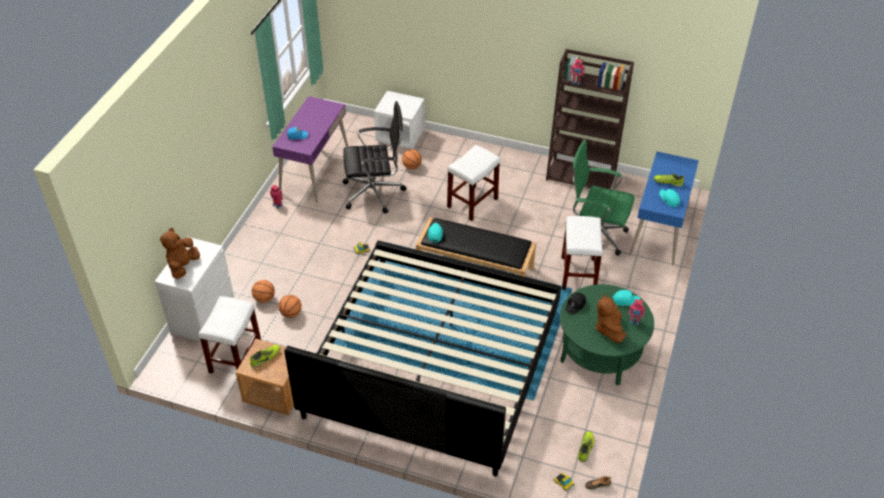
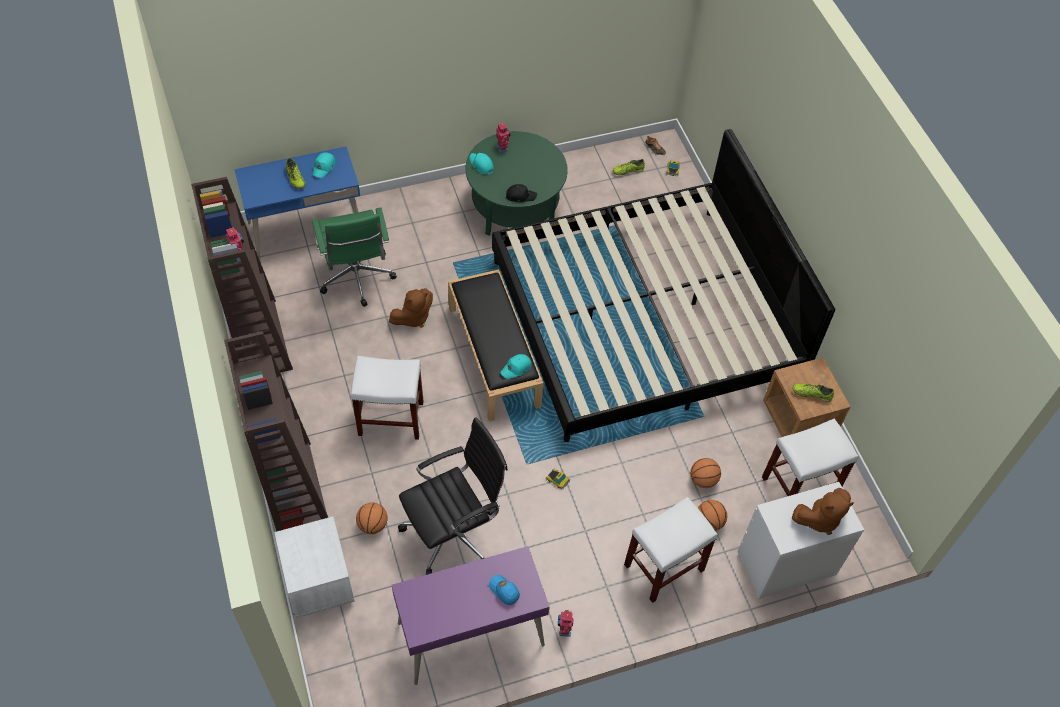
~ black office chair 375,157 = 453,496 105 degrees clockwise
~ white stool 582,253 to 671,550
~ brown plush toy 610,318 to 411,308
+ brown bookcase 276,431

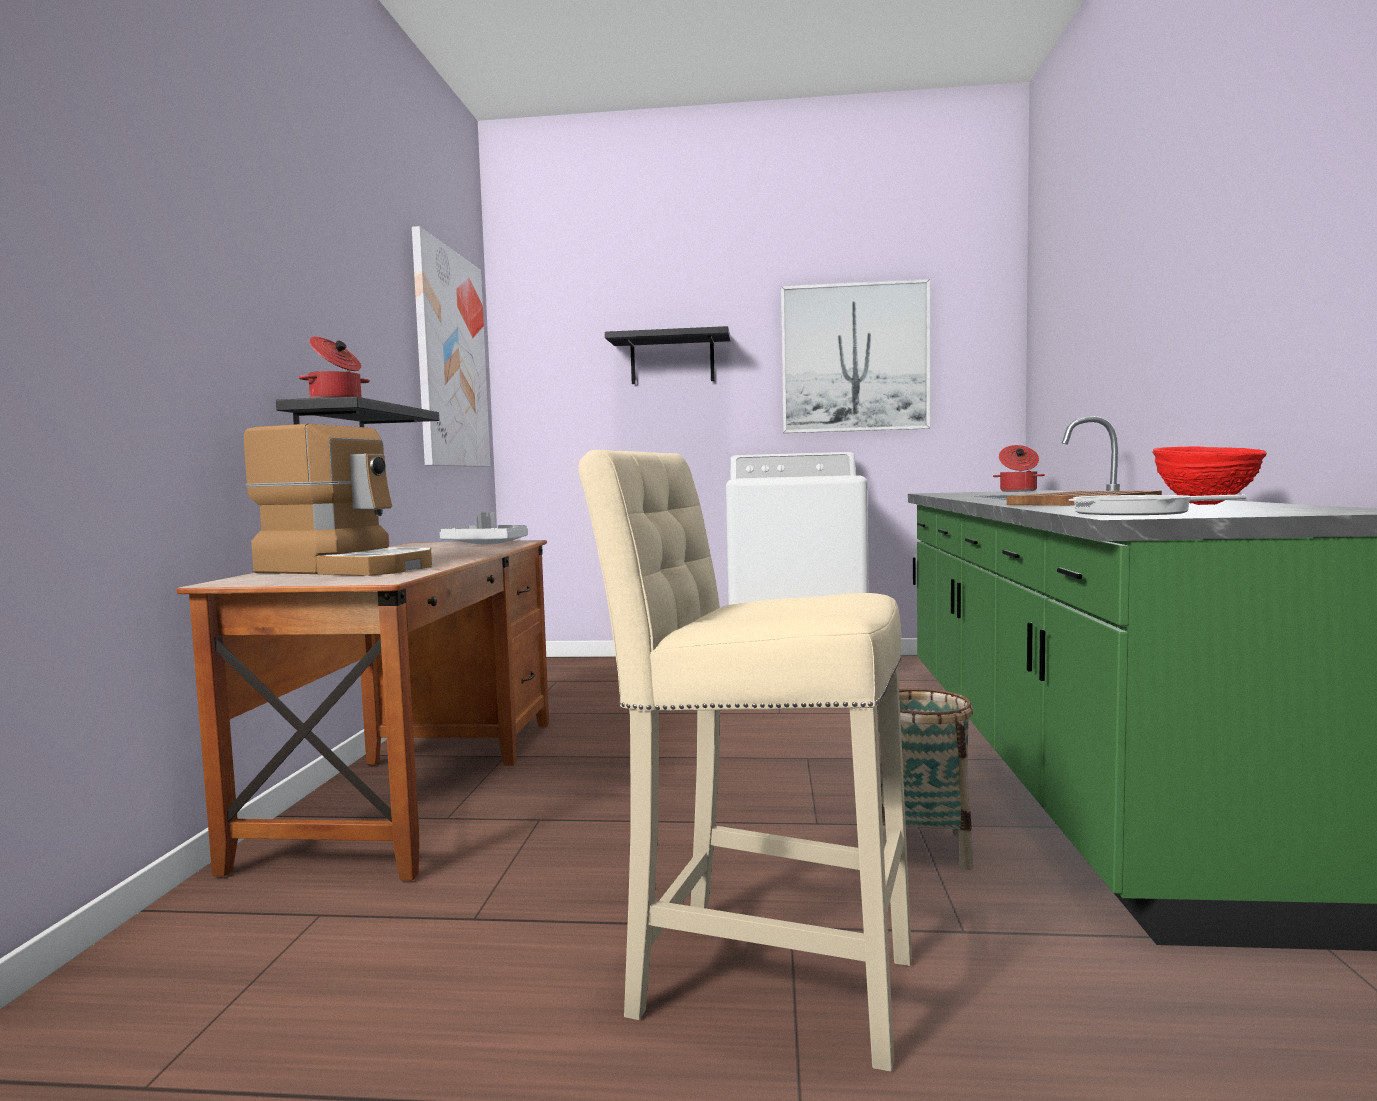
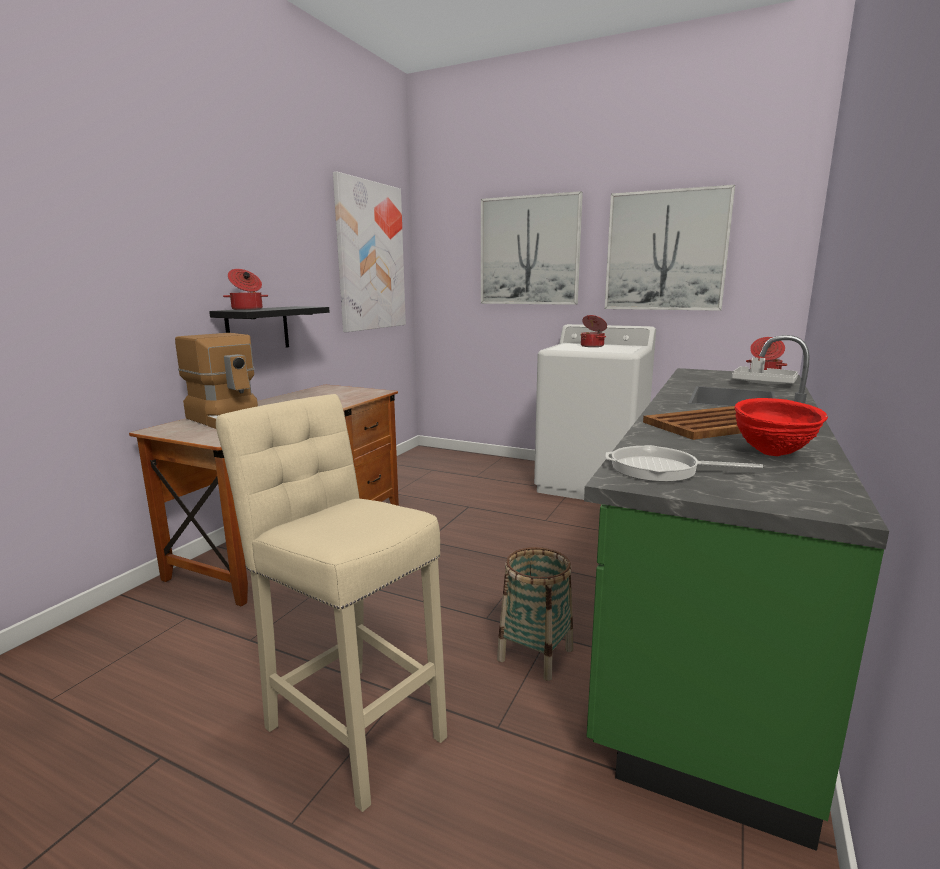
~ black shelf 668,355 to picture 532,248
~ grey tray 484,528 to 765,370
+ cooking pot 594,331

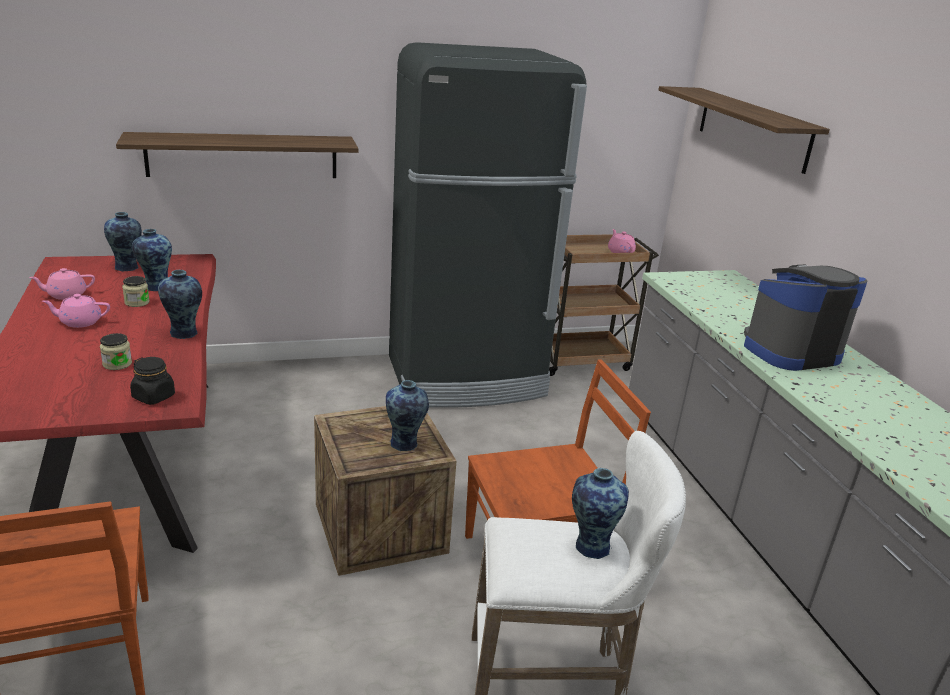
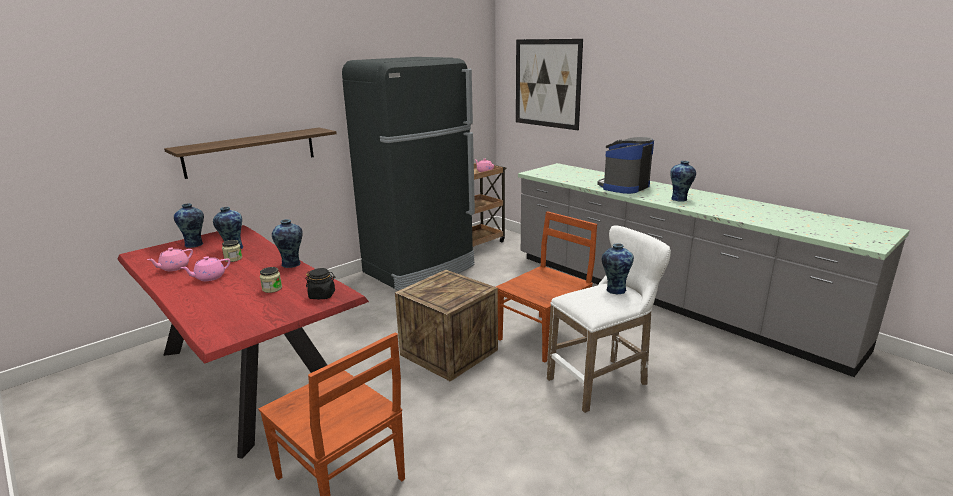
~ shelf 744,130 to picture 549,84
~ vase 407,415 to 683,181

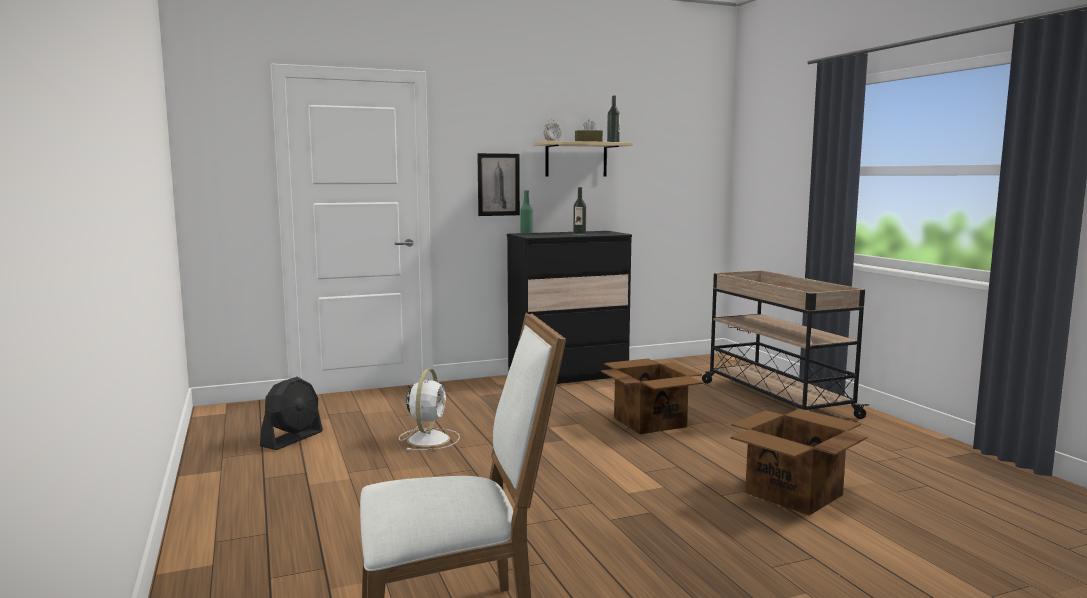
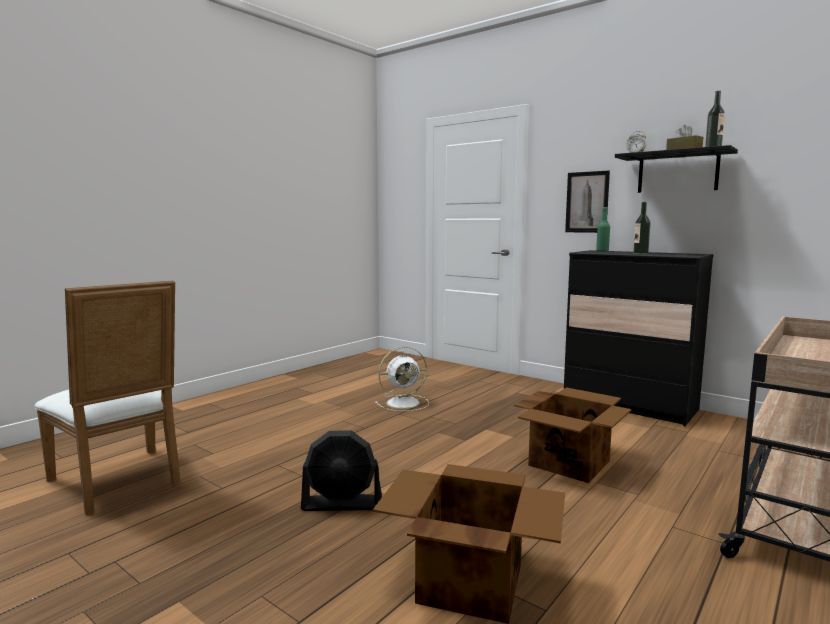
~ beige shelf 583,158 to black shelf 676,169
~ black fan 291,413 to 341,470

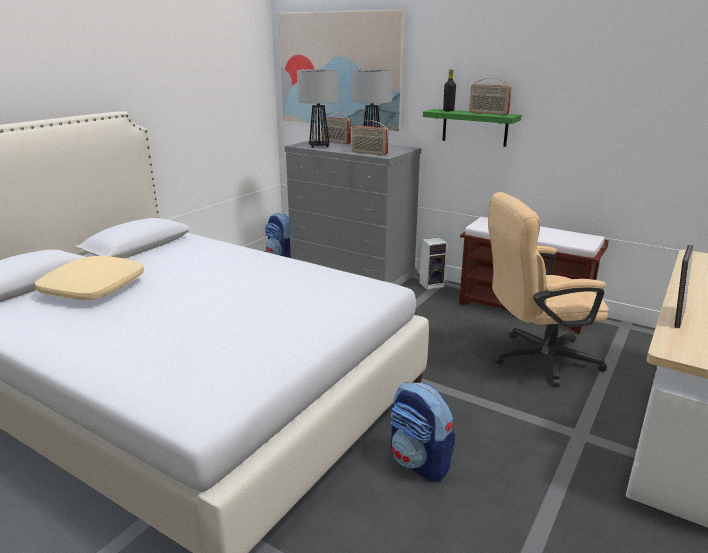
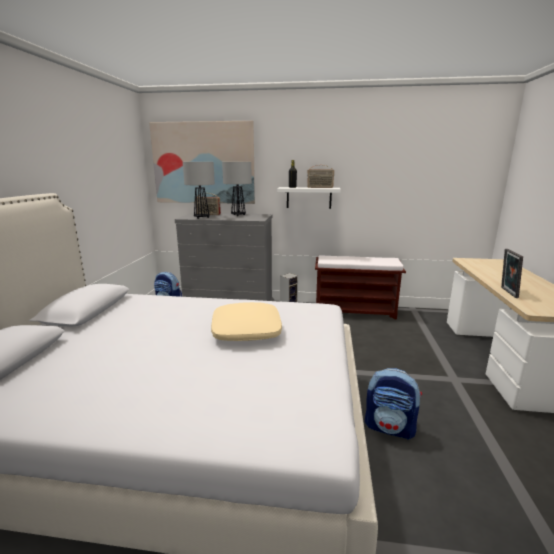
~ green shelf 472,128 to white shelf 308,198
- radio 370,137
- beige office chair 548,289
~ beige pillow 89,278 to 246,321

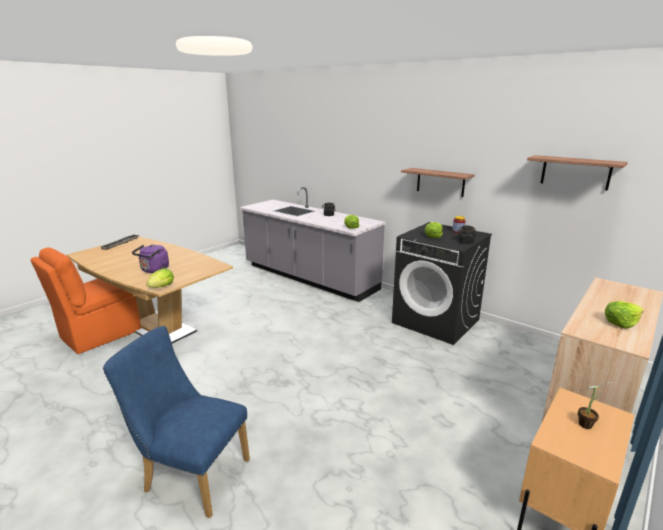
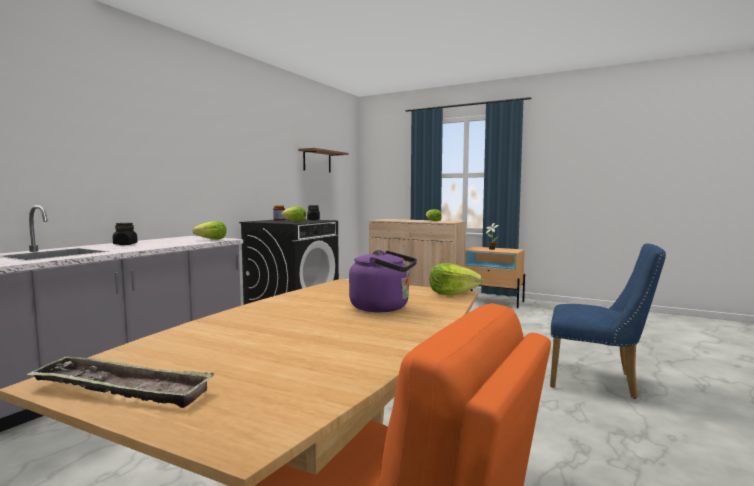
- shelf 438,182
~ blue chair 176,422 = 608,321 75 degrees counterclockwise

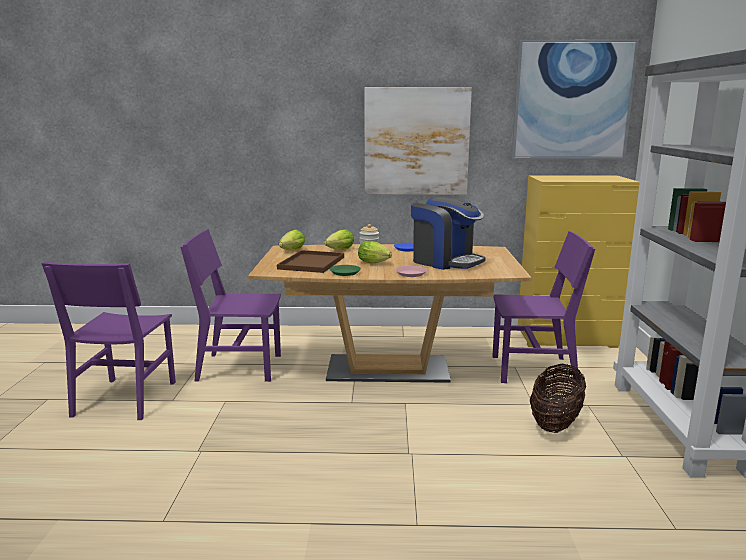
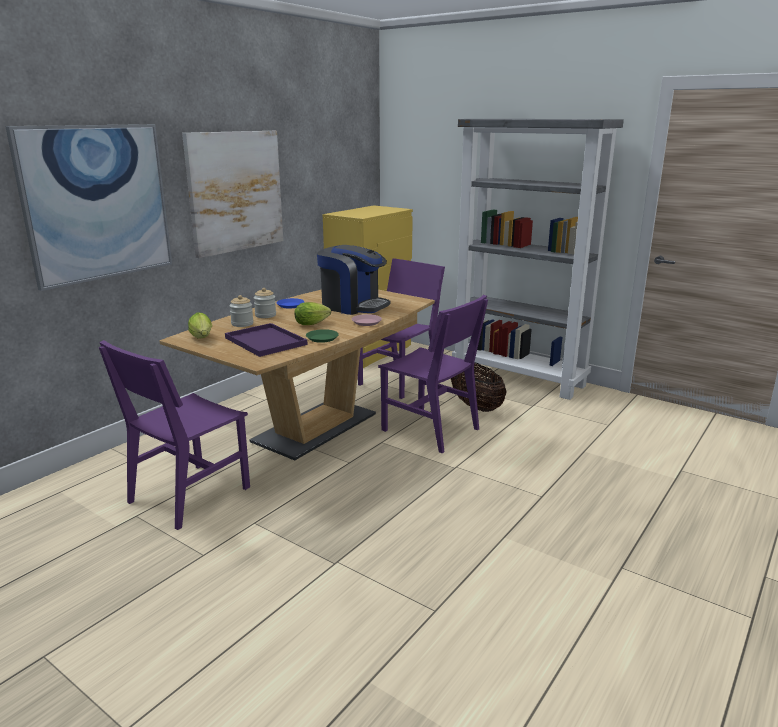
~ picture 575,99 to 88,207
~ coffee machine 448,233 = 353,280 45 degrees clockwise
~ lettuce 339,239 to jar 241,311
~ brown tray 310,261 to purple tray 266,340
~ purple chair 108,340 to 433,374

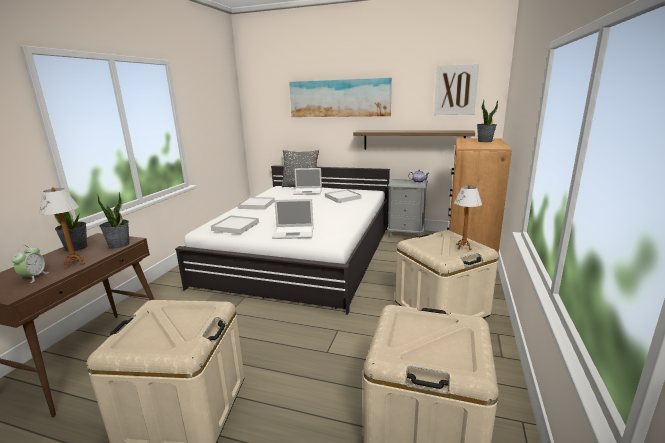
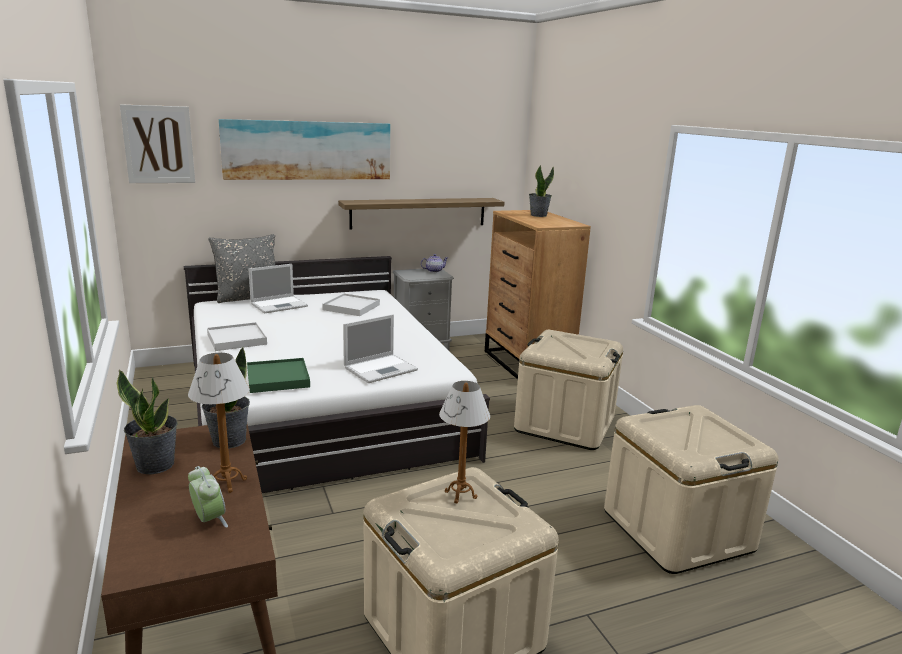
~ picture 456,89 to 157,143
~ table lamp 468,217 to 464,442
~ white tray 235,224 to green tray 278,375

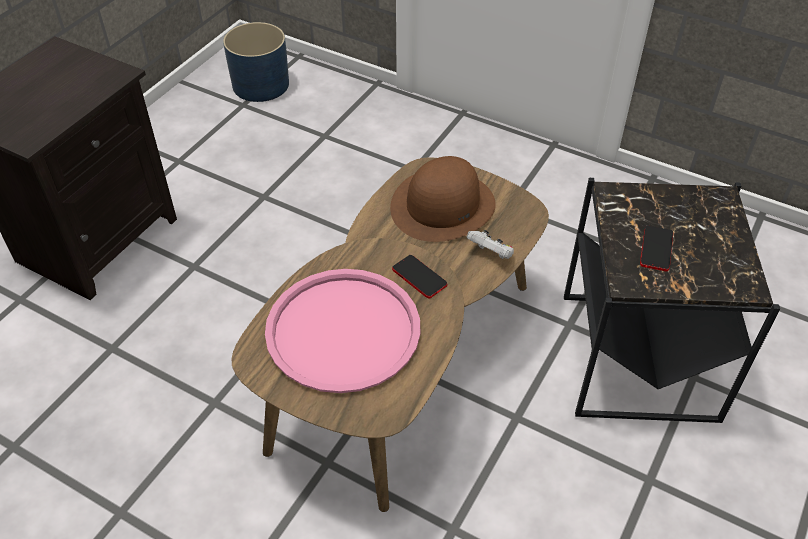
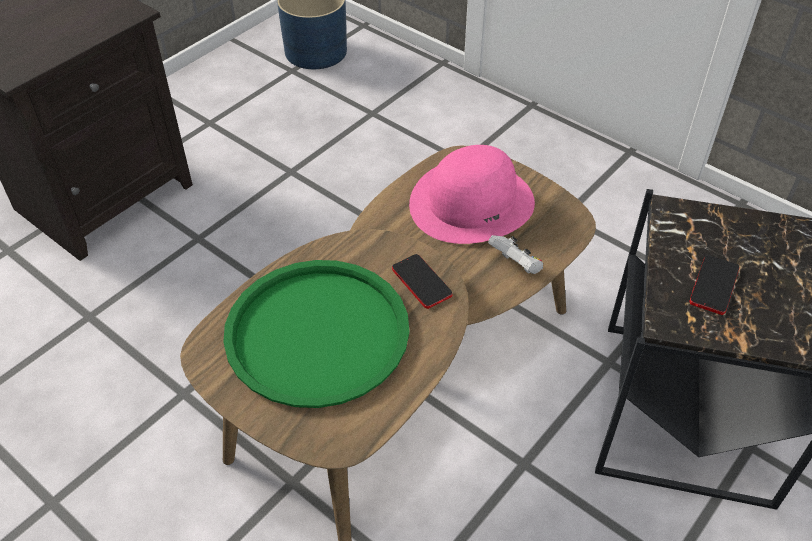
~ brown hat 443,199 to pink hat 472,194
~ pink tray 343,331 to green tray 316,334

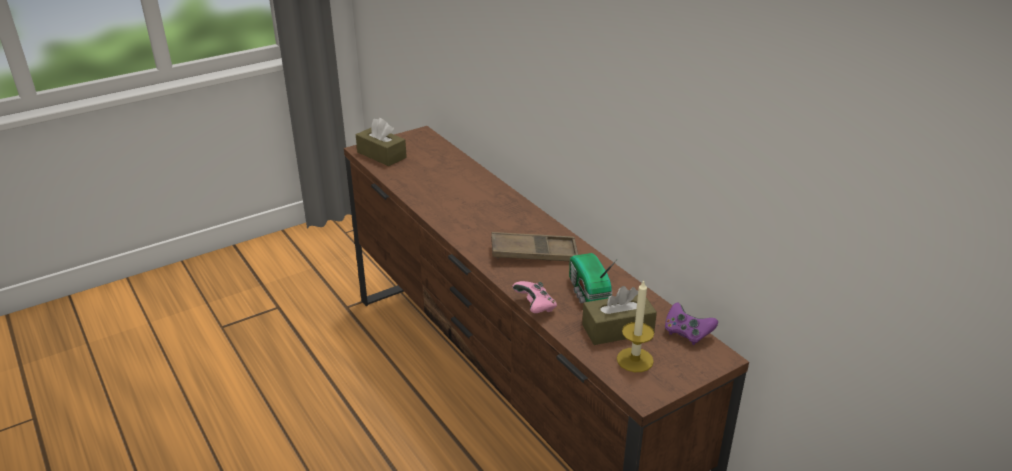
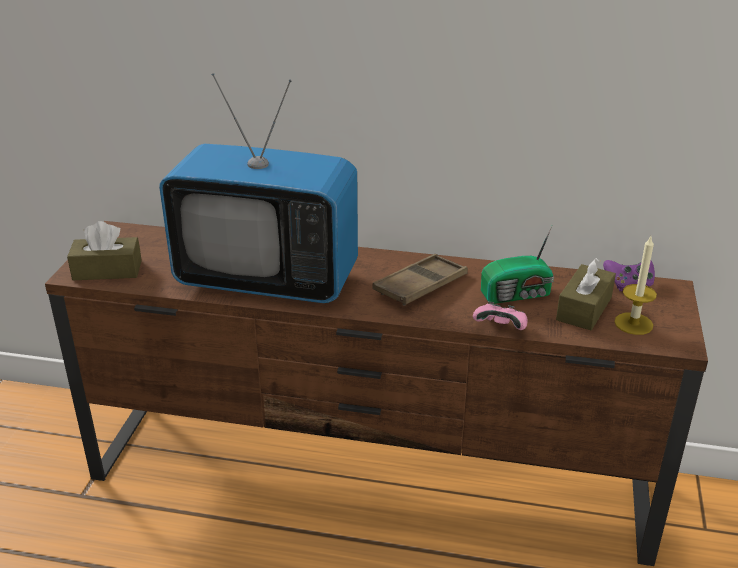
~ radio 592,278 = 517,265 45 degrees counterclockwise
+ television 258,188

